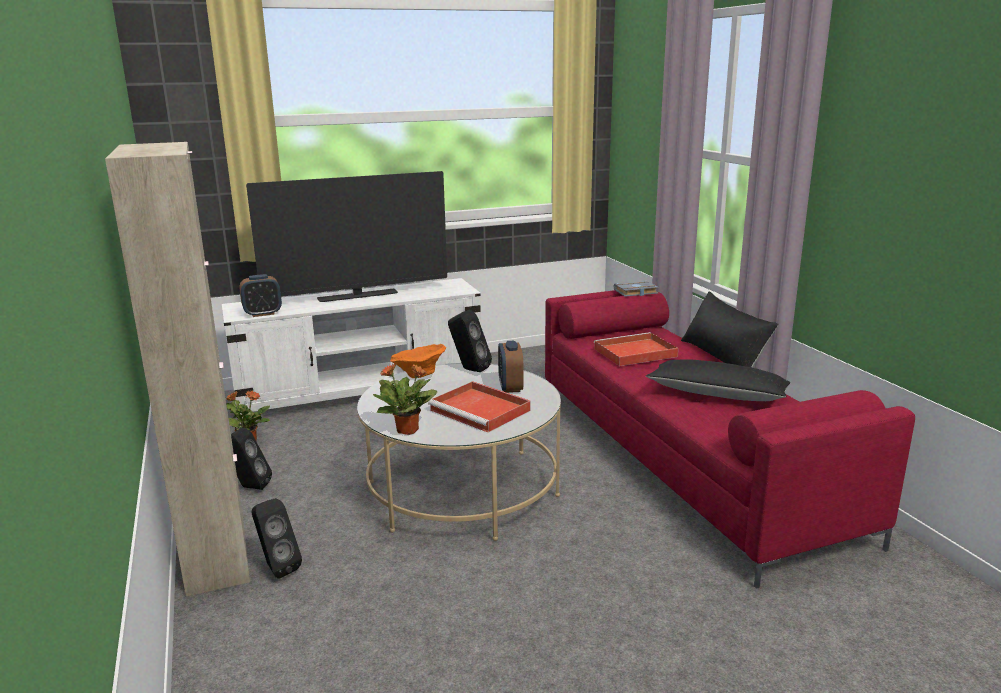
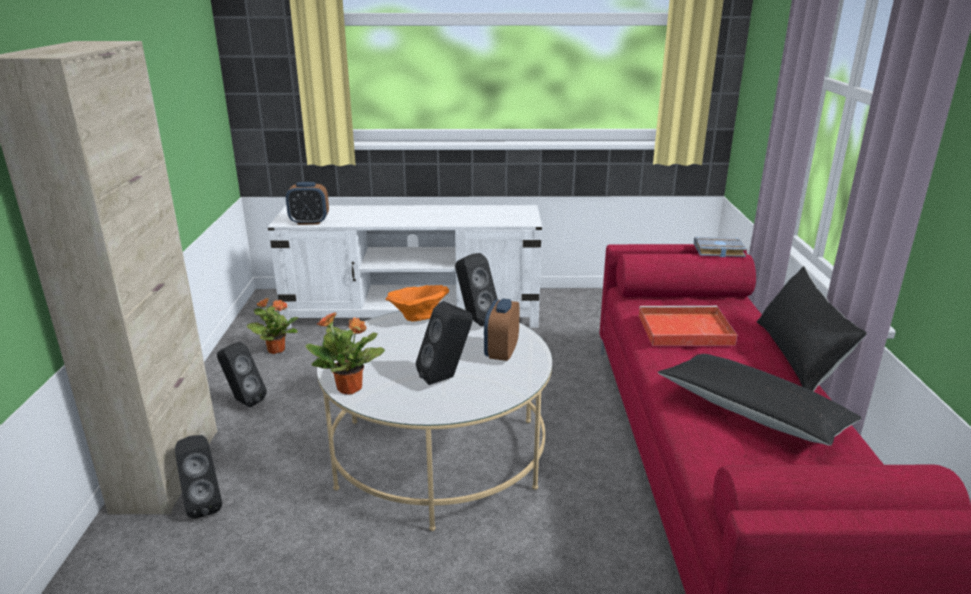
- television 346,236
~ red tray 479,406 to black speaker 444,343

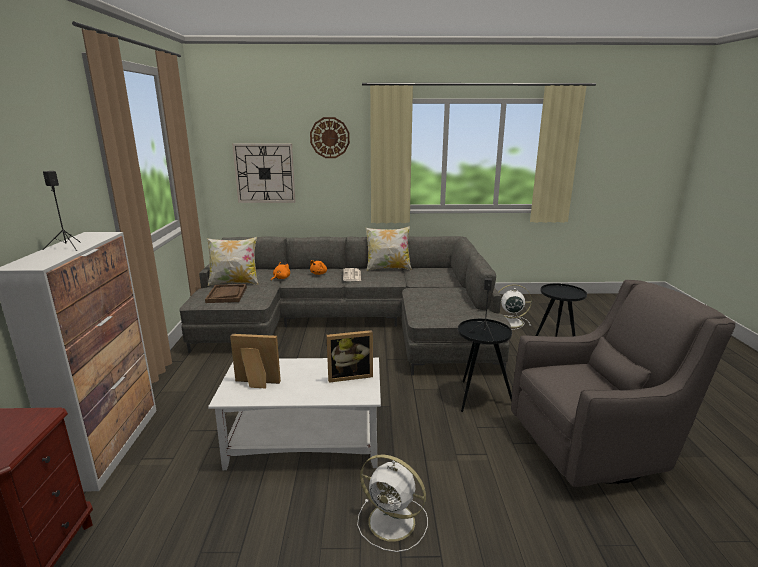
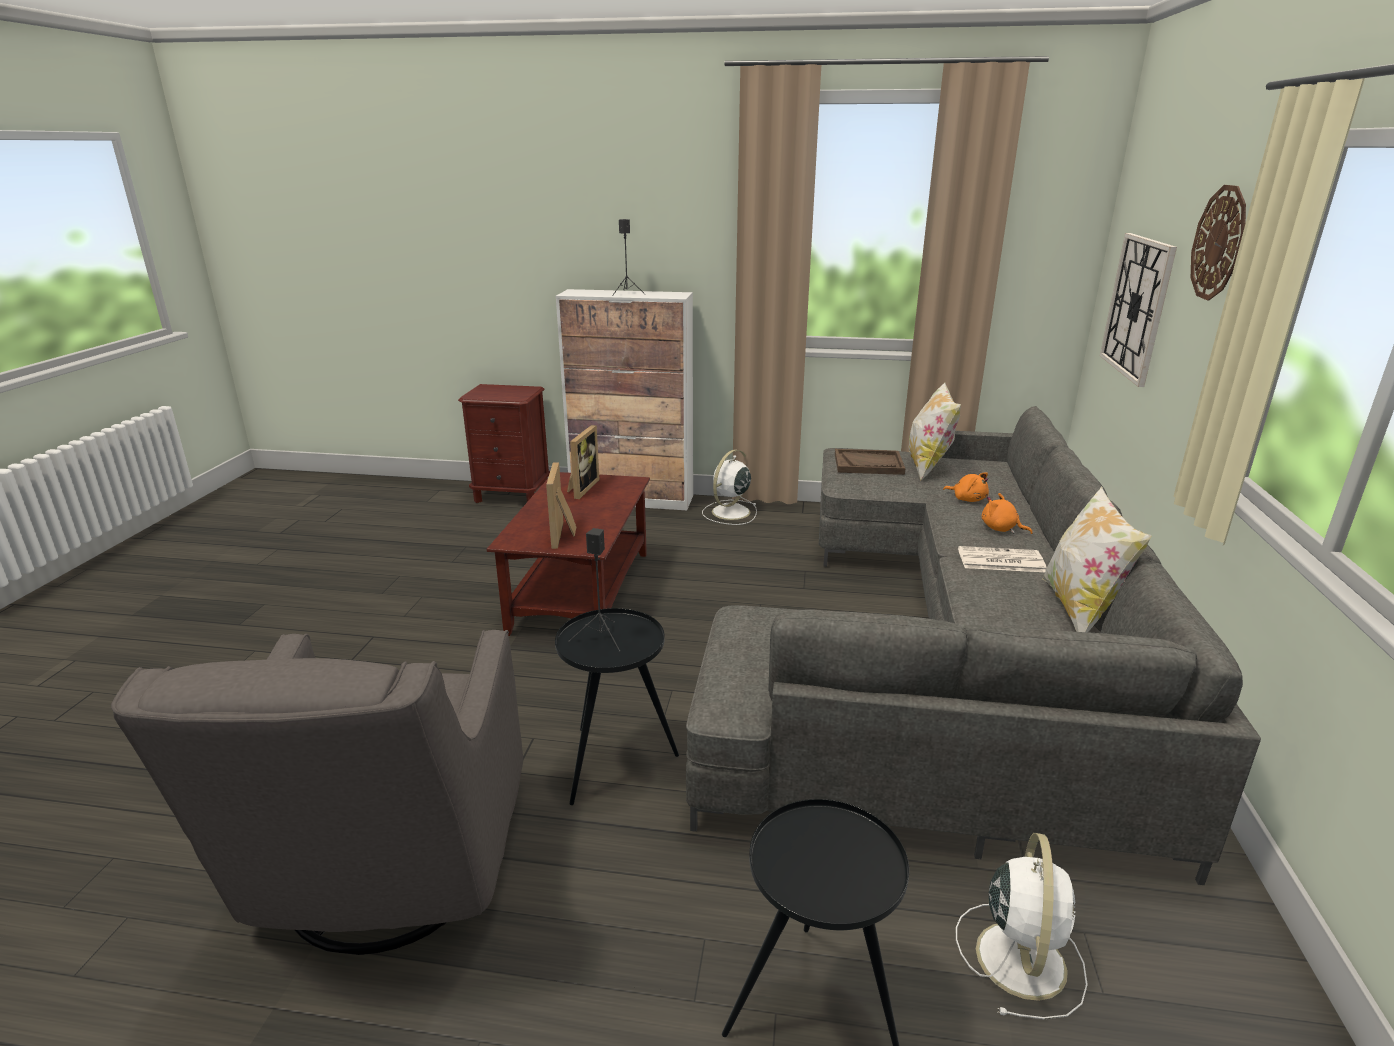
~ white coffee table 294,414 to brown coffee table 568,554
~ white fan 392,503 to 729,487

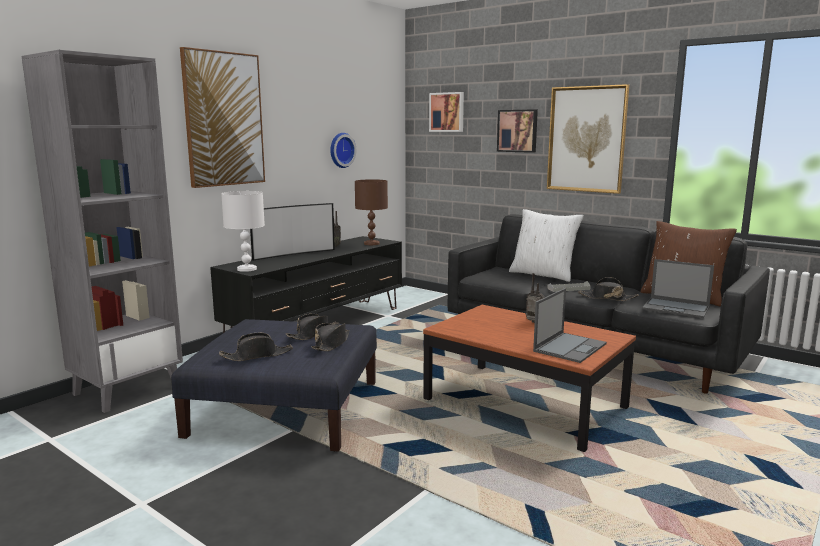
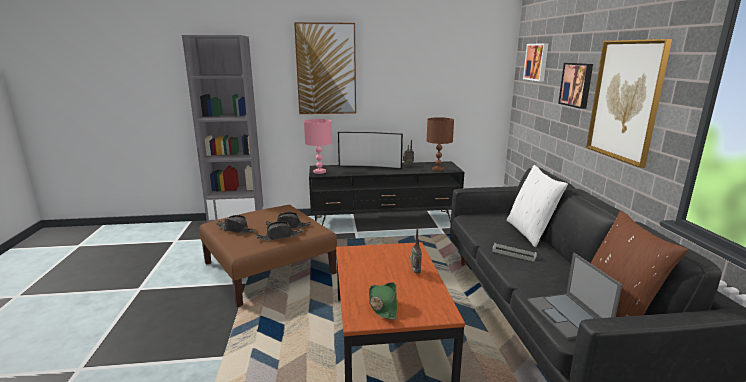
- wall clock 343,150
~ white table lamp 243,231 to pink table lamp 318,146
- black hat 608,289
~ laptop 570,325 to green hat 383,301
~ blue ottoman 274,385 to brown ottoman 268,256

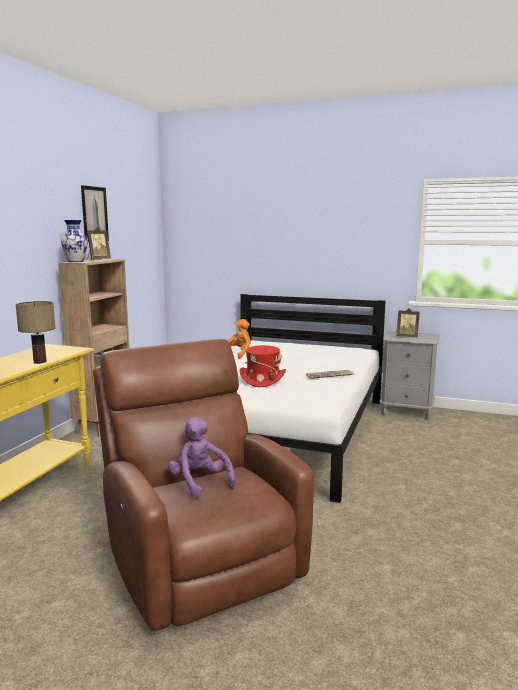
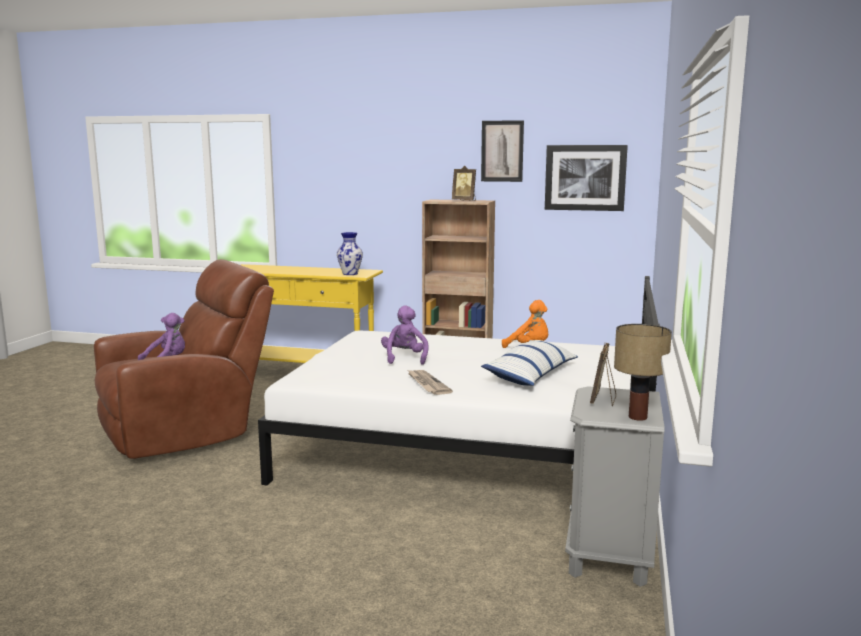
~ vase 74,241 to 350,253
~ table lamp 35,332 to 643,372
~ red hat 263,366 to purple plush toy 405,335
+ picture 586,178
+ pillow 529,363

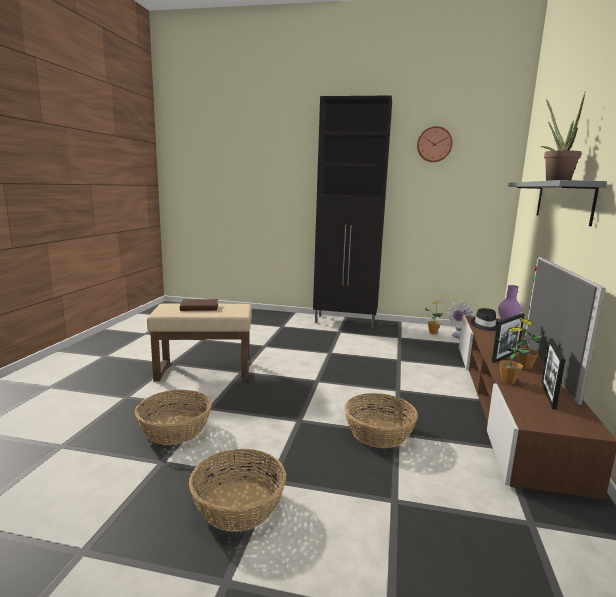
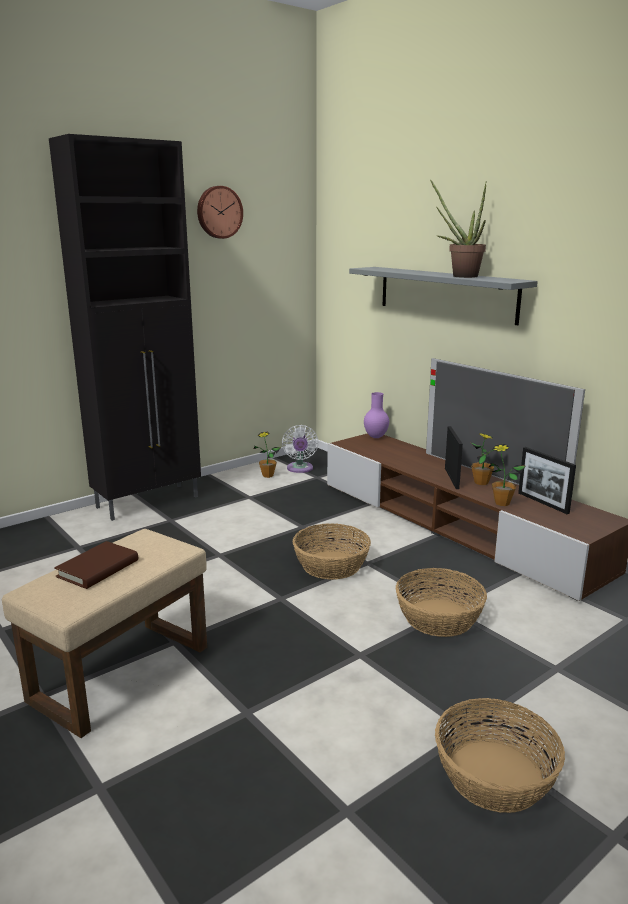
- black hat 484,319
~ basket 173,417 to 332,552

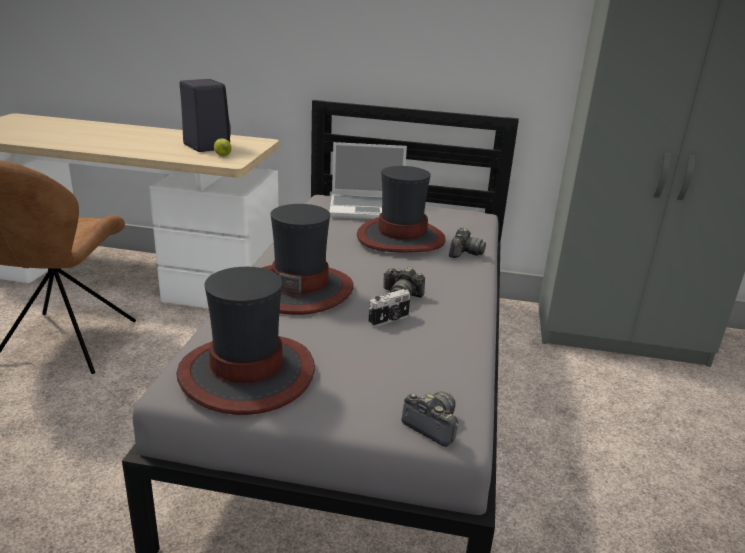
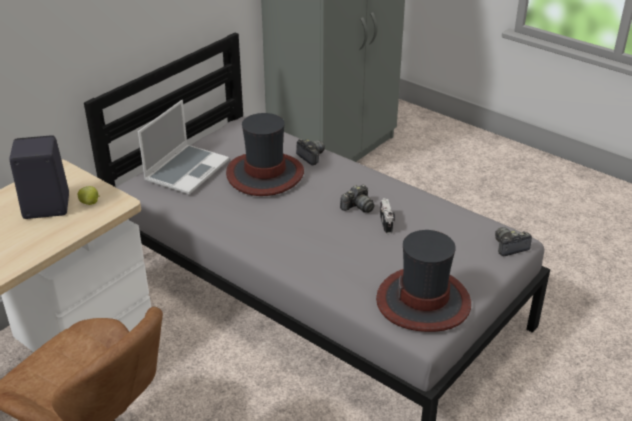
- hat 308,259

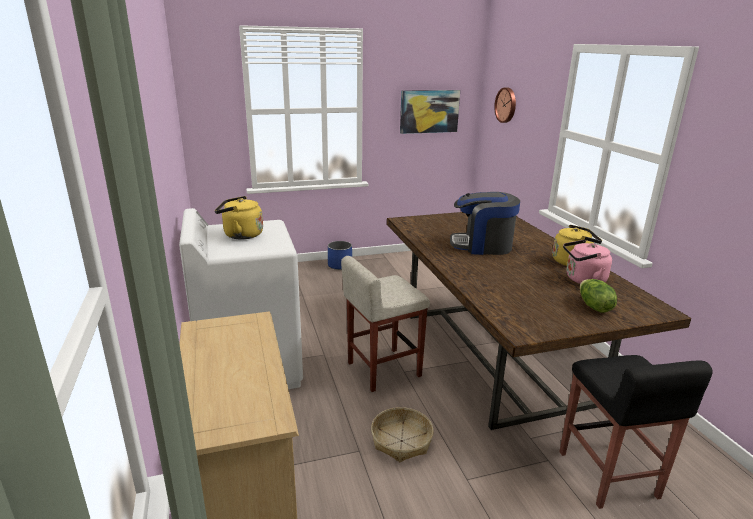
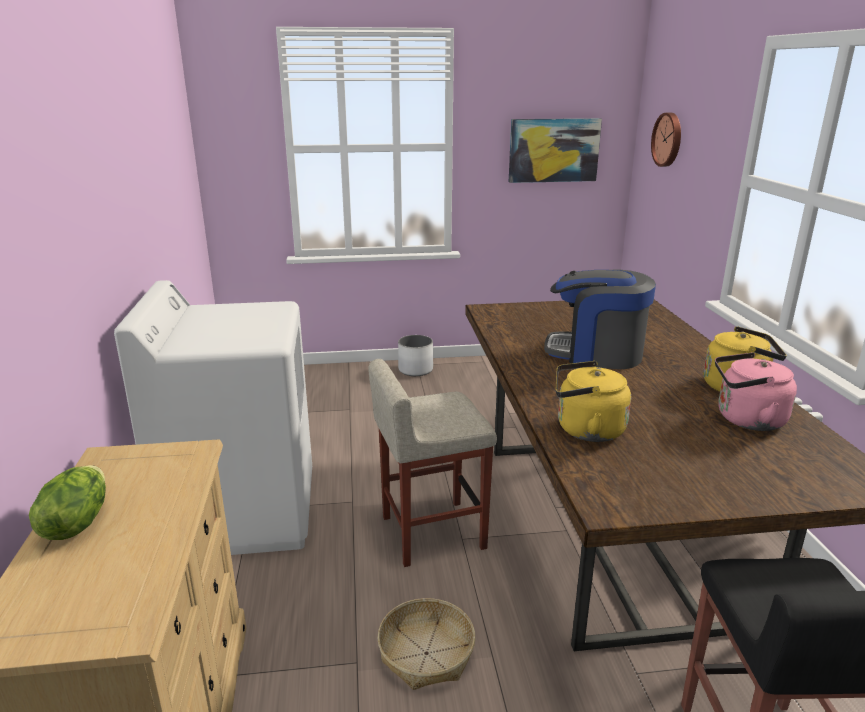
~ yellow kettle 239,217 to 593,401
~ blue planter 340,255 to white planter 415,355
~ lettuce 598,295 to 67,502

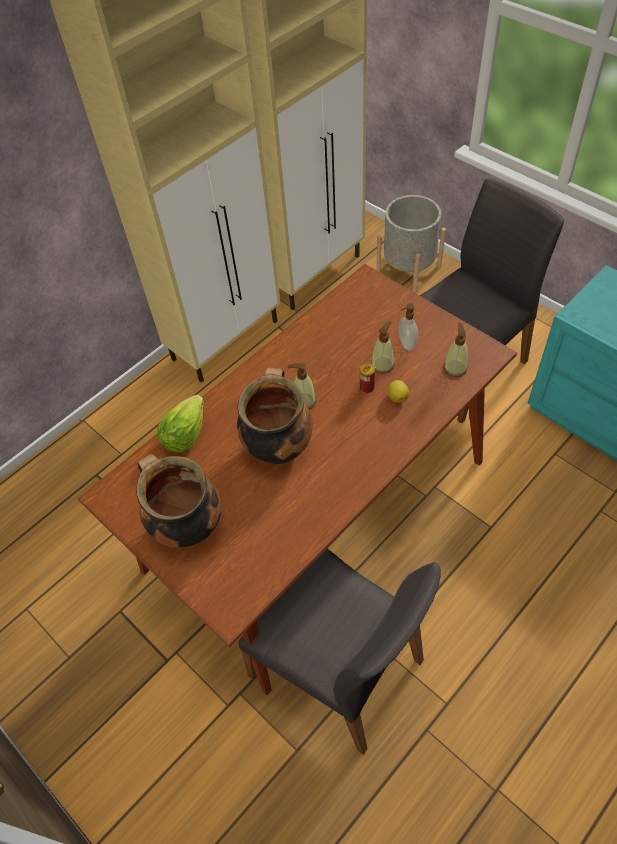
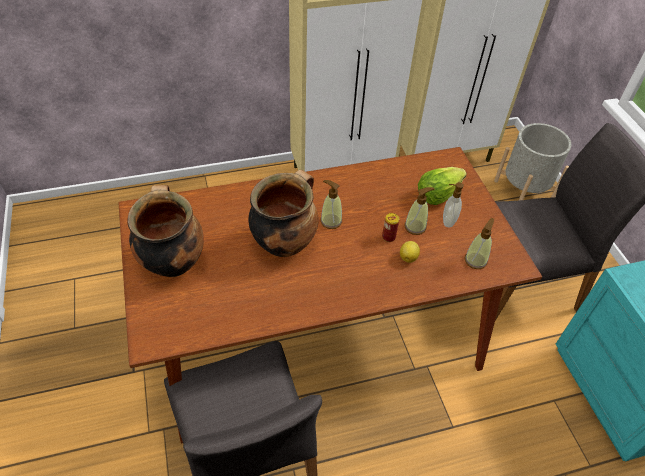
~ lettuce 180,423 to 442,186

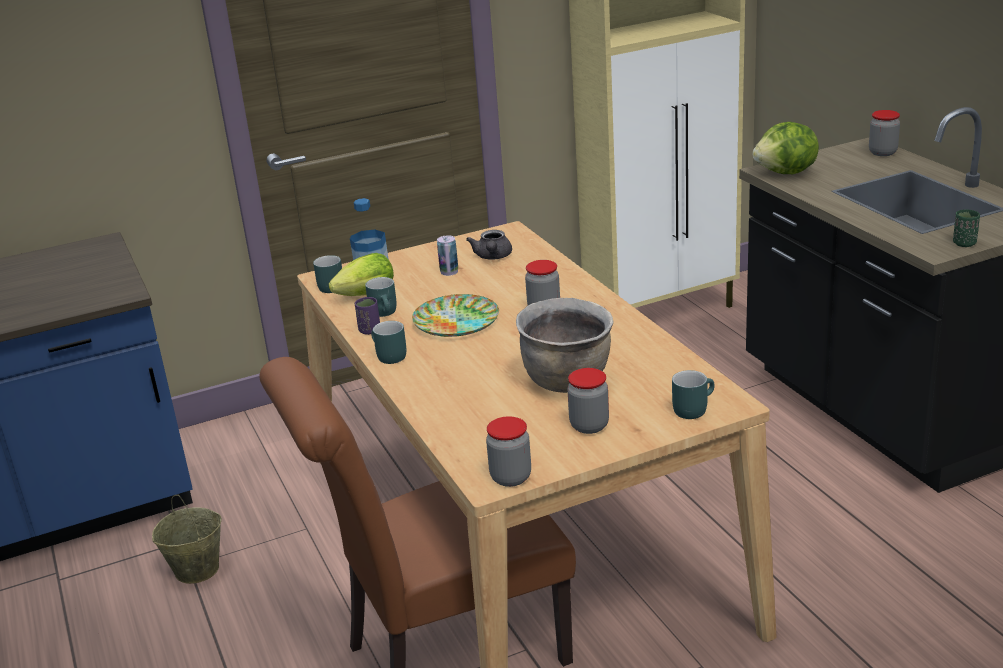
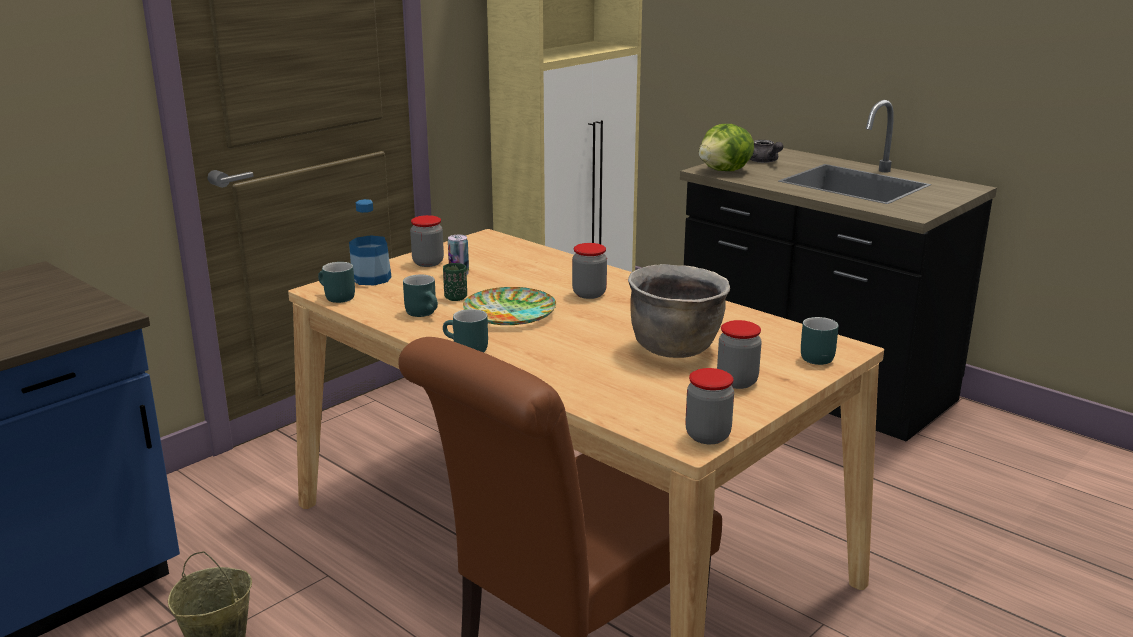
~ jar 884,133 to 427,241
~ green cup 966,228 to 455,282
~ grey teapot 489,245 to 766,151
- lettuce 361,274
- purple cup 367,316

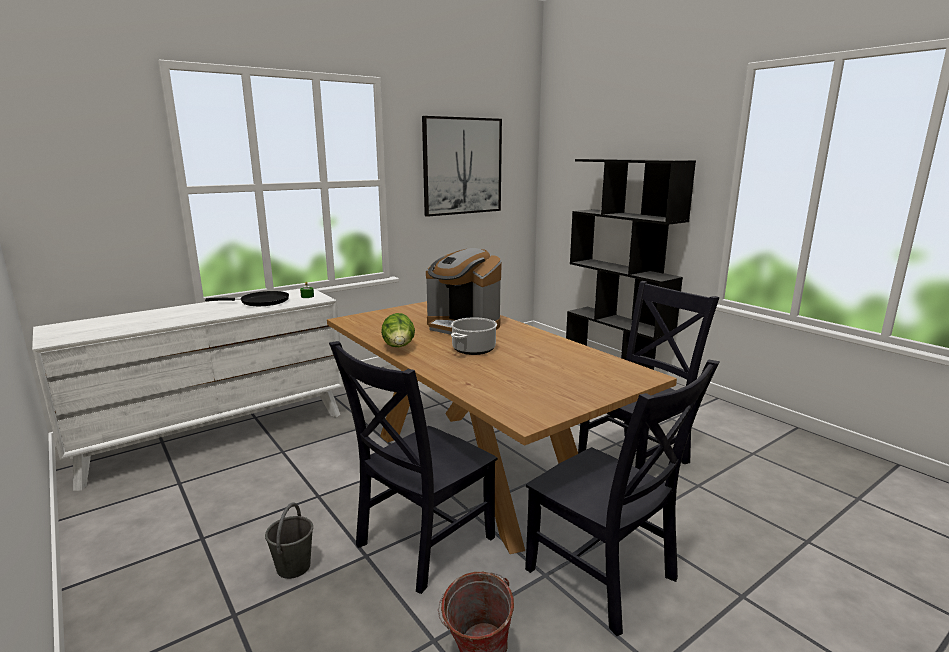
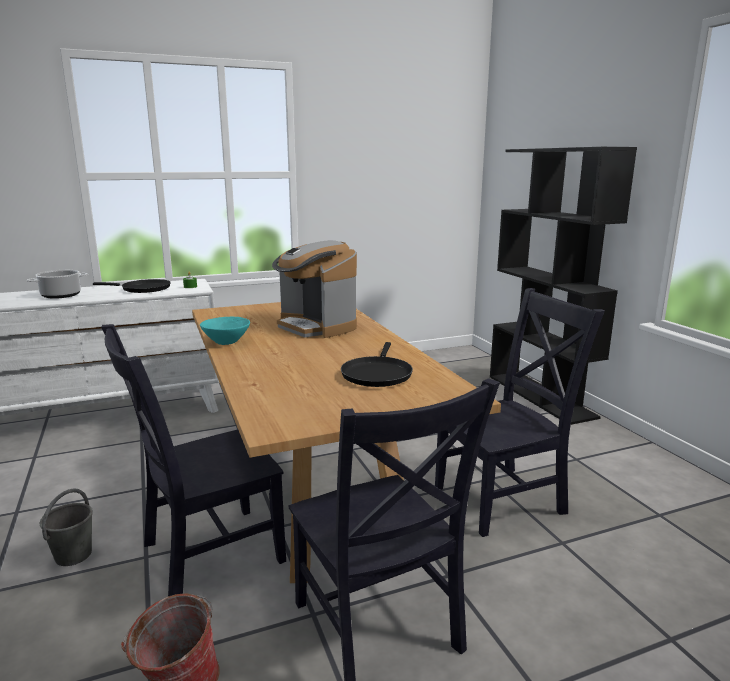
- picture 462,166
~ lettuce 398,330 to turquoise bowl 225,331
~ cooking pot 474,336 to 57,284
+ black frying pan 377,364

